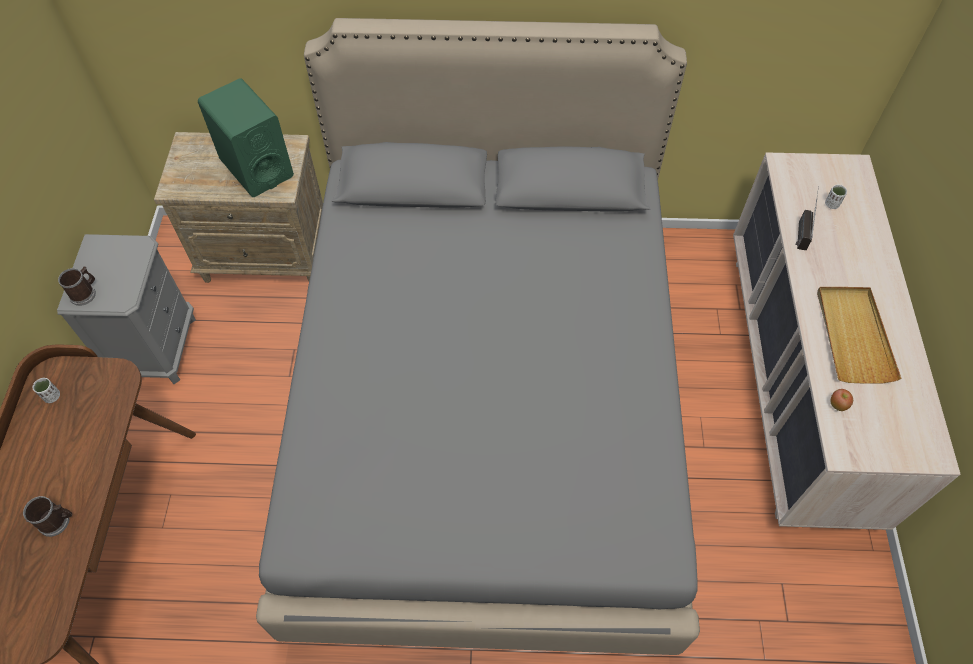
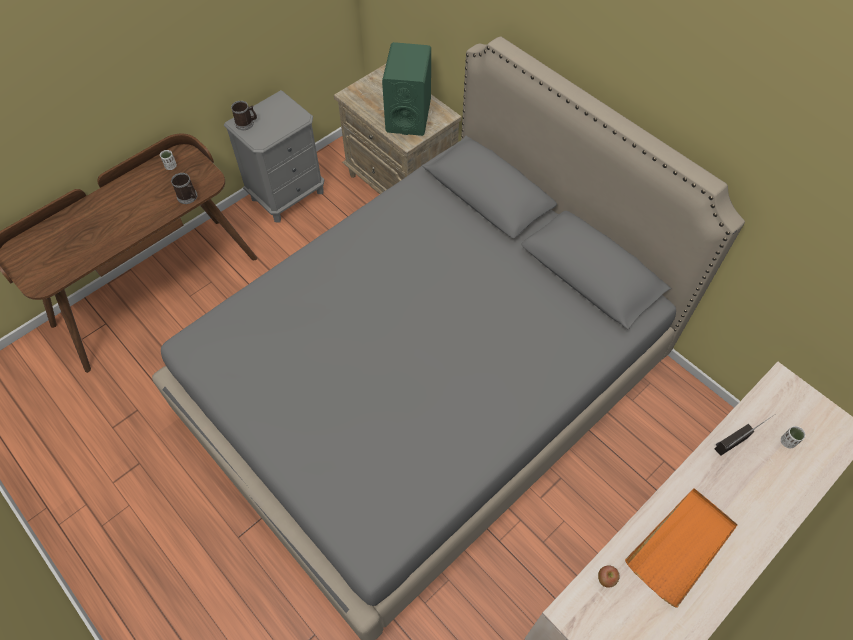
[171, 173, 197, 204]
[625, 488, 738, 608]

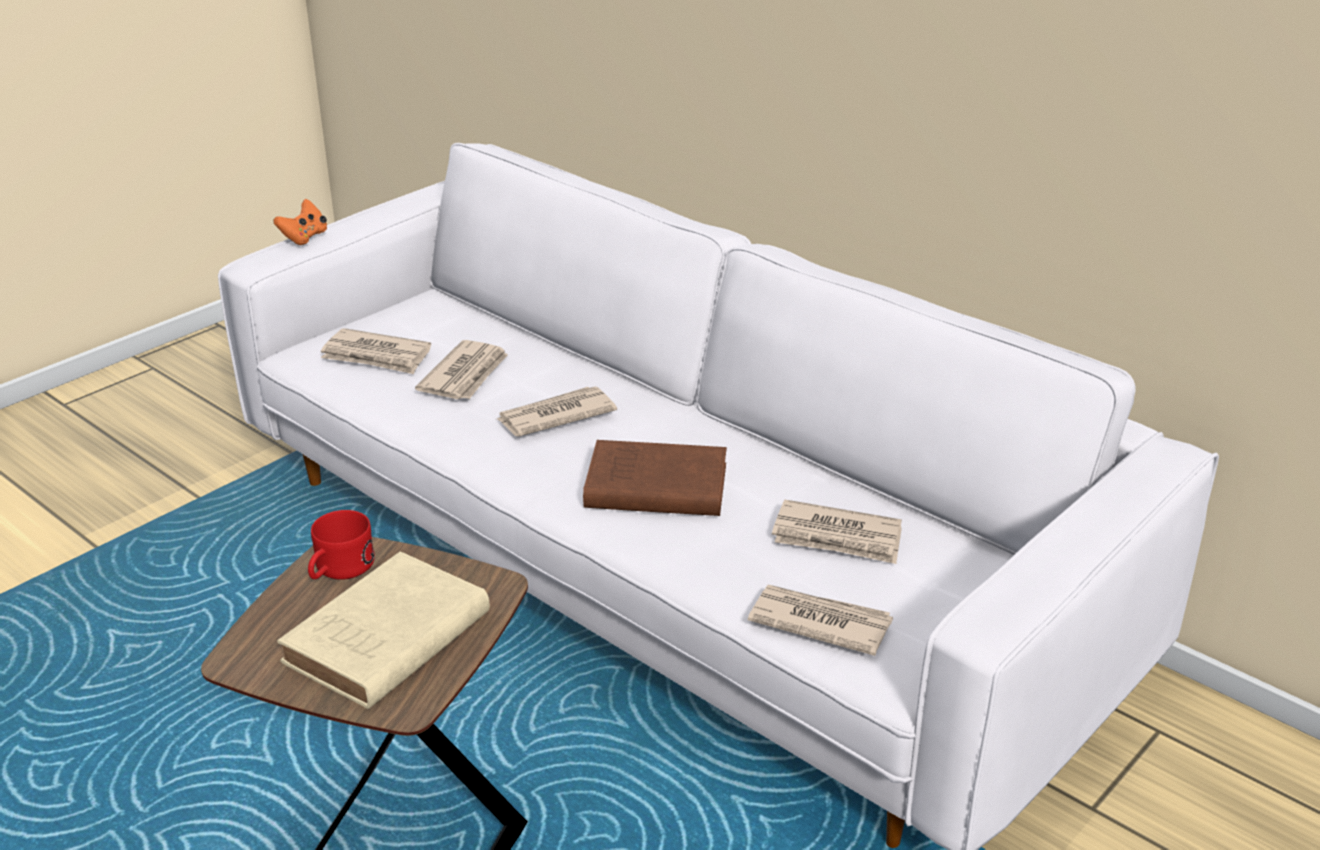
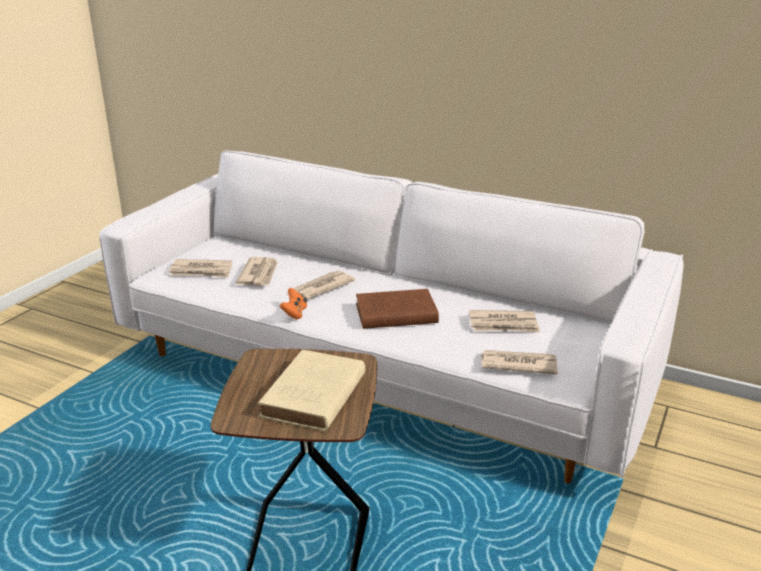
[308, 510, 375, 580] (first image)
[280, 288, 307, 319]

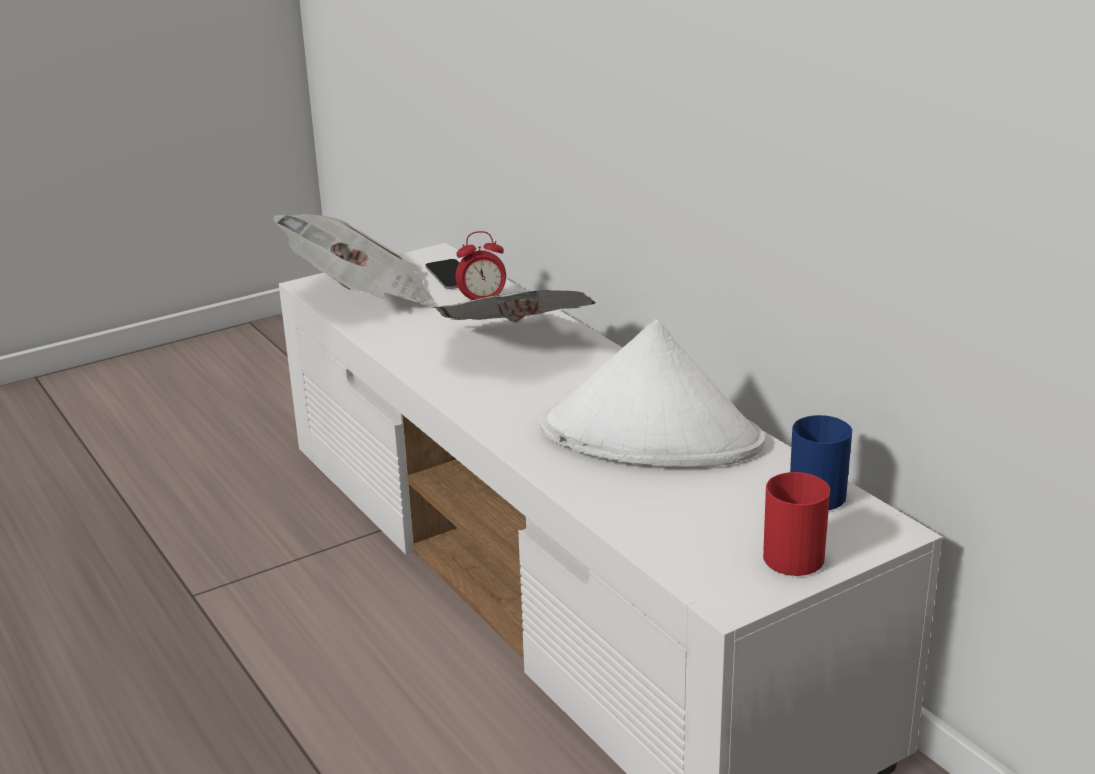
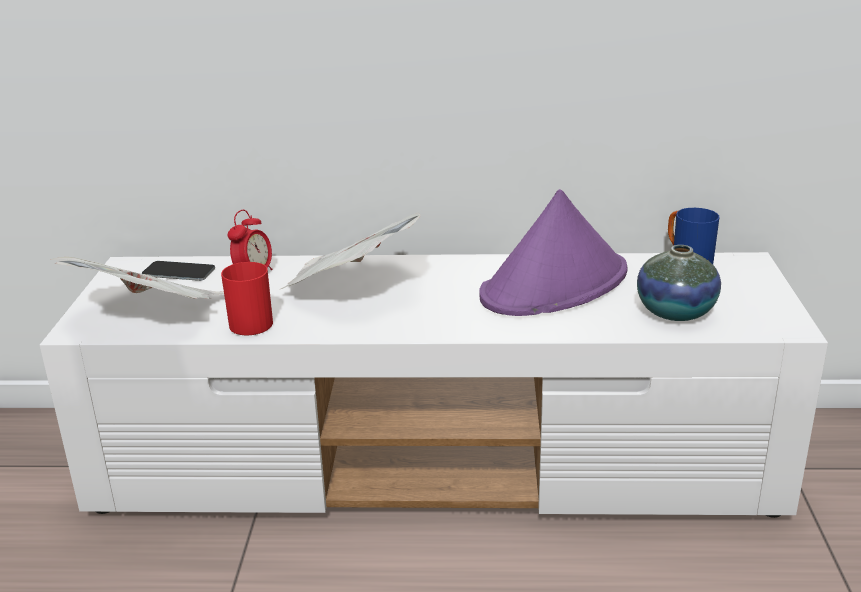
[637, 245, 721, 321]
[221, 262, 273, 336]
[480, 189, 627, 316]

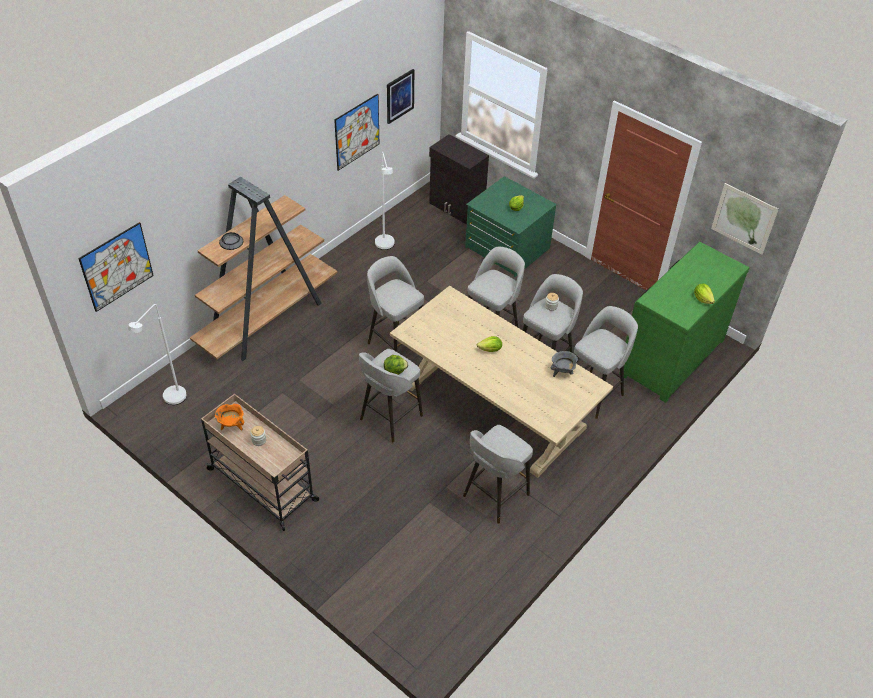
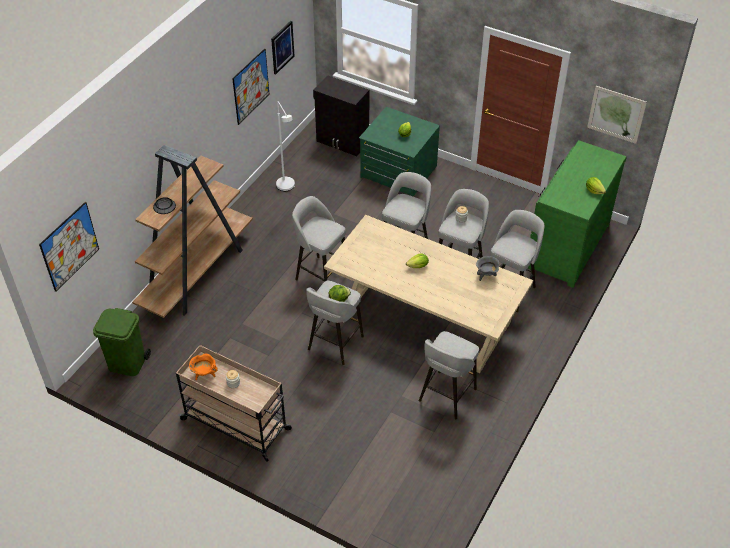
[93, 308, 151, 376]

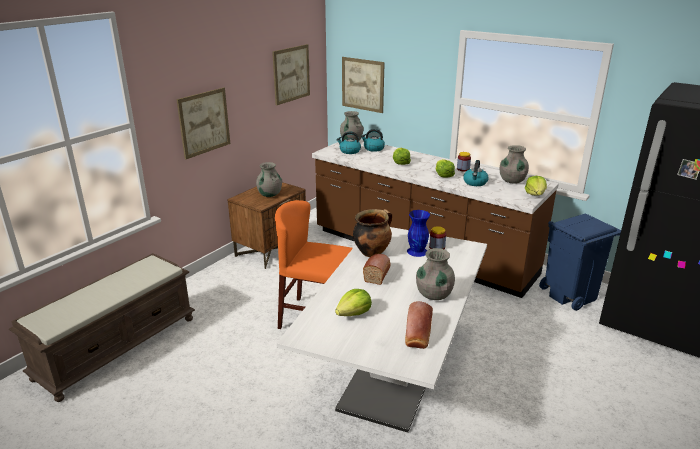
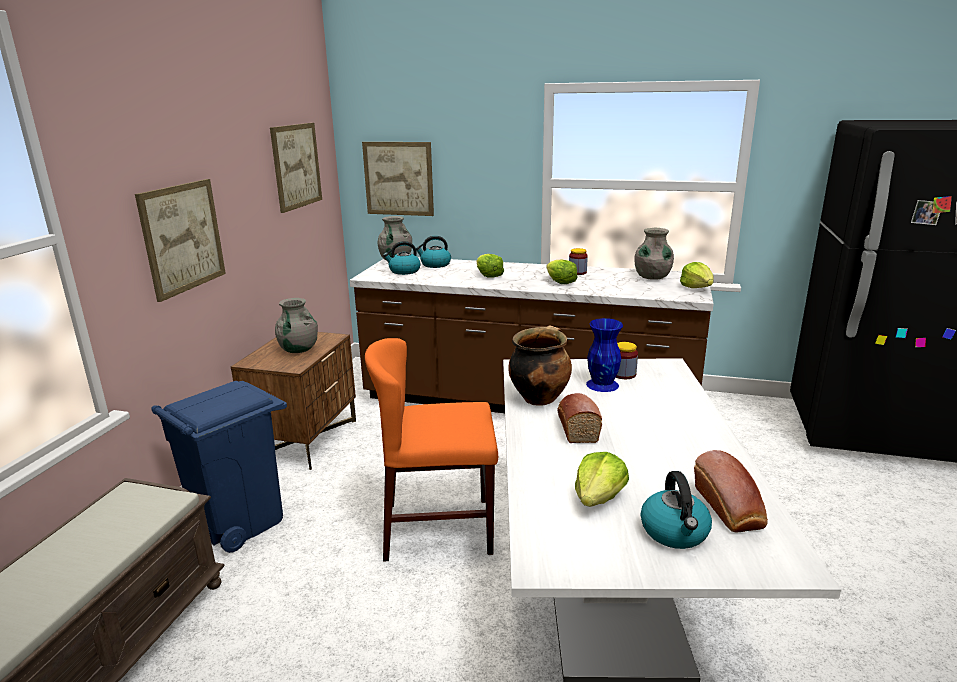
[416, 248, 455, 300] (first image)
[641, 471, 712, 549]
[151, 381, 287, 553]

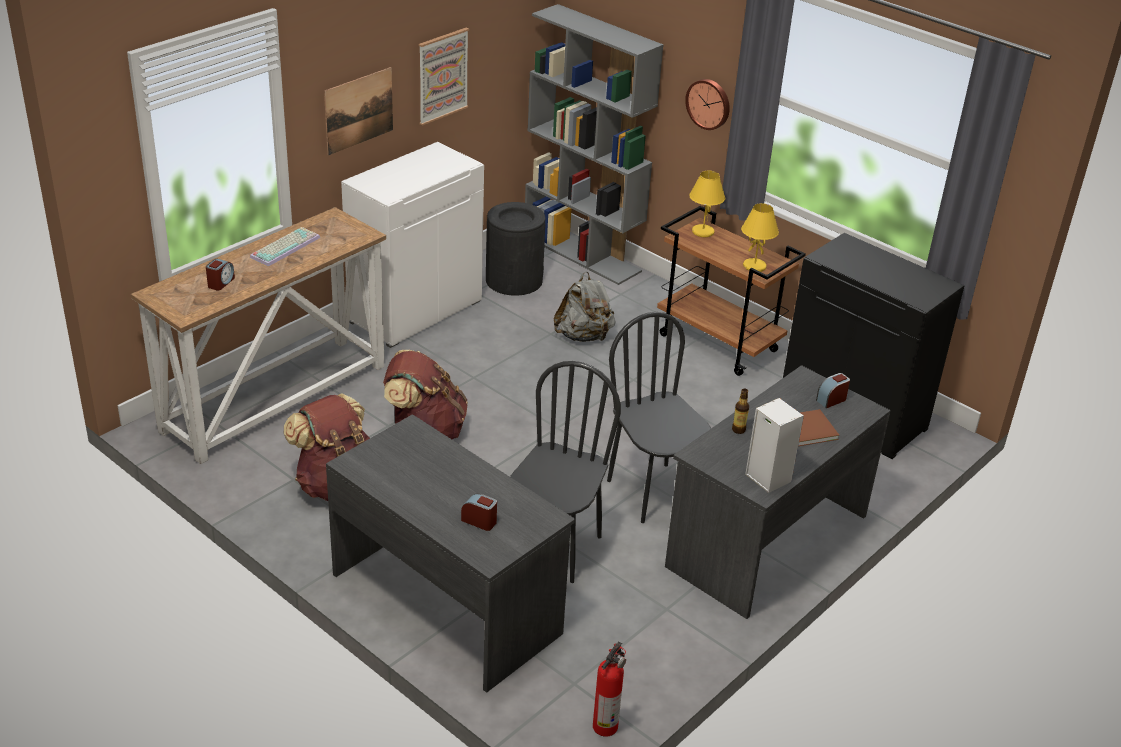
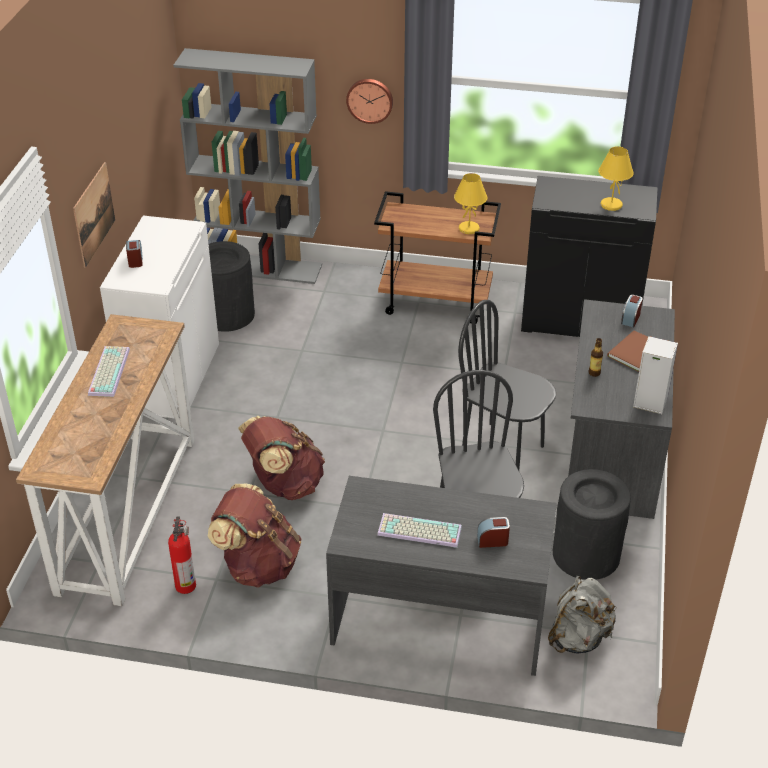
[419, 28, 469, 126] (first image)
[377, 513, 462, 548]
[553, 469, 631, 580]
[126, 240, 143, 268]
[548, 576, 617, 653]
[168, 516, 196, 594]
[598, 146, 634, 211]

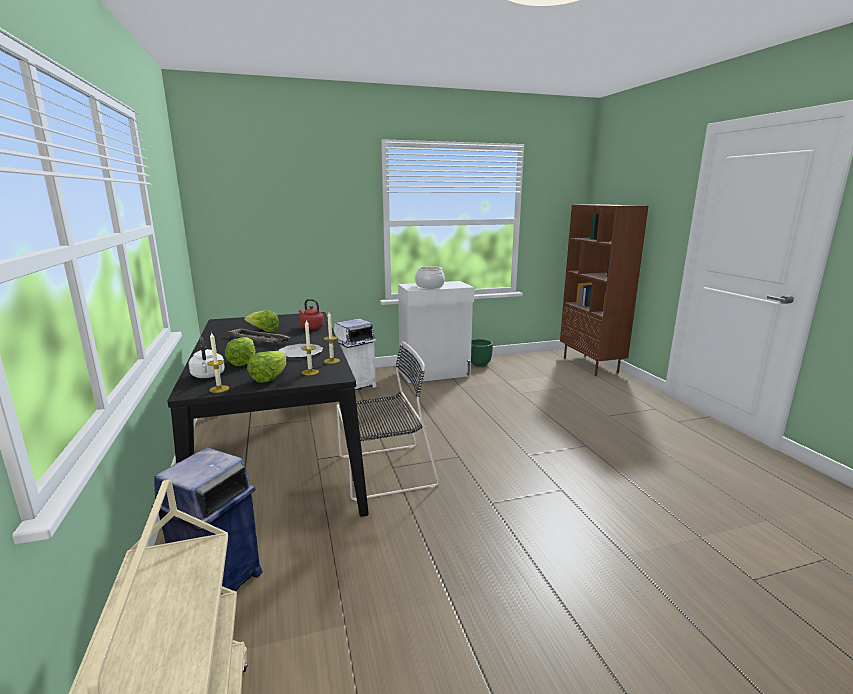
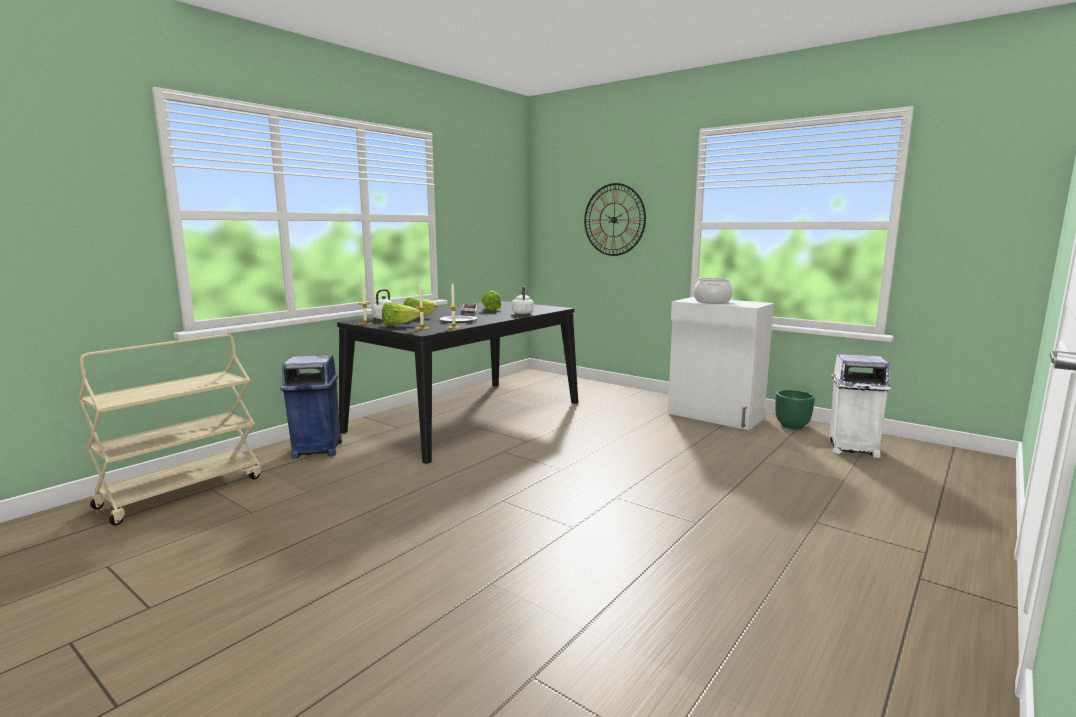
[337, 341, 439, 501] (first image)
[560, 204, 648, 376] (first image)
[584, 183, 646, 256]
[829, 354, 891, 458]
[511, 286, 534, 314]

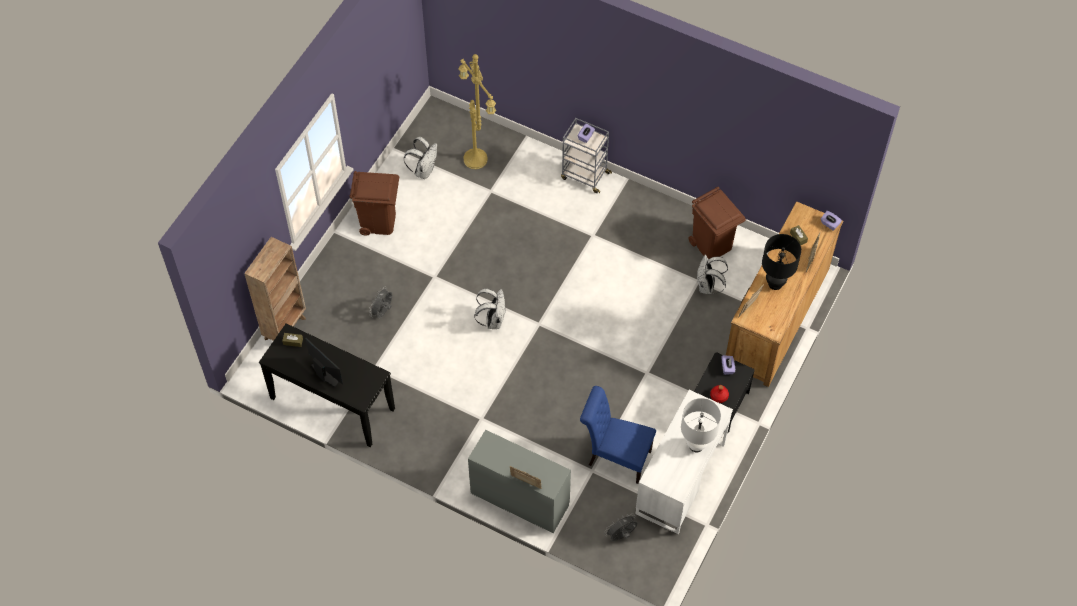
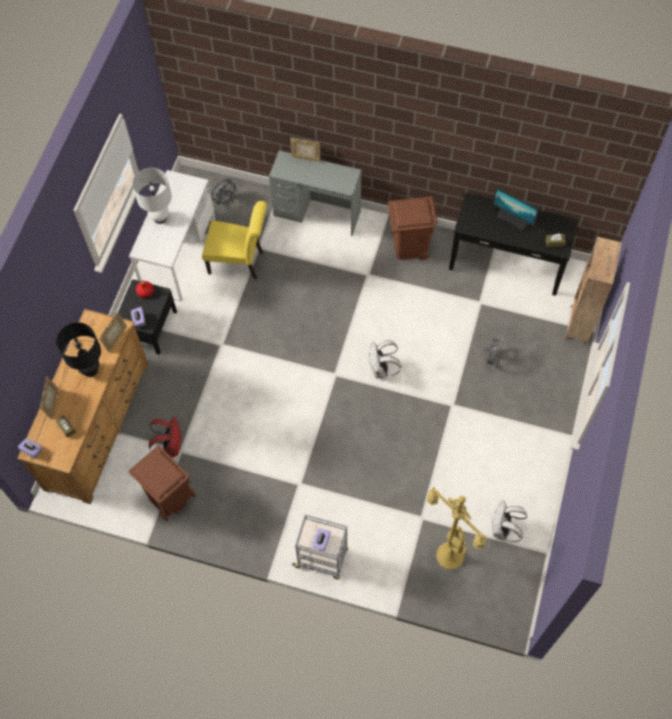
[388, 196, 438, 260]
[202, 201, 267, 279]
[148, 417, 181, 457]

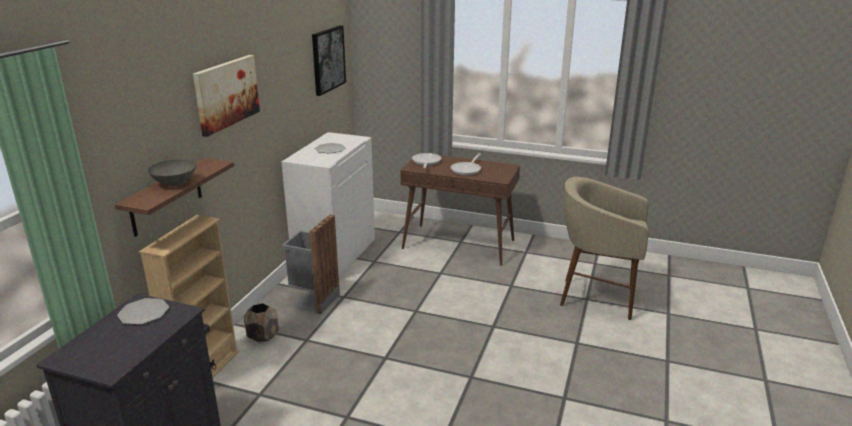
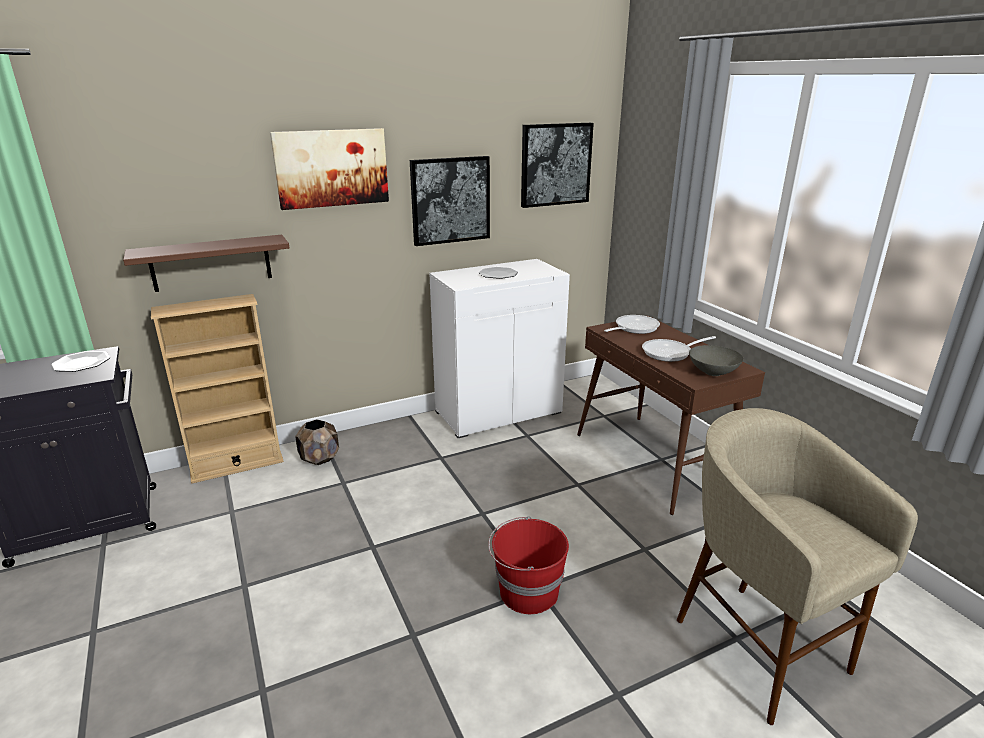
[282, 215, 340, 314] (first image)
[410, 156, 490, 246]
[489, 516, 569, 614]
[689, 345, 743, 376]

